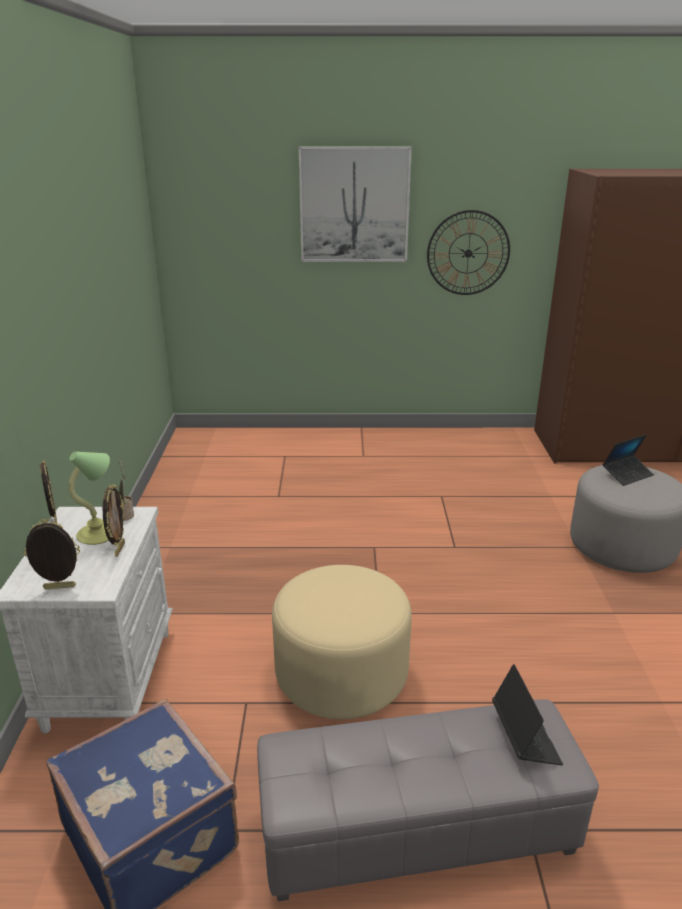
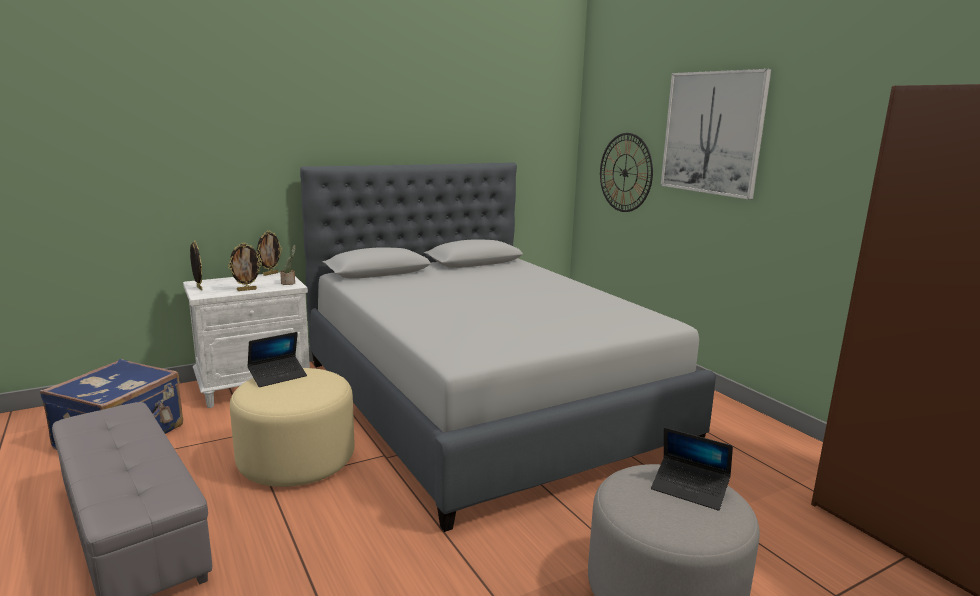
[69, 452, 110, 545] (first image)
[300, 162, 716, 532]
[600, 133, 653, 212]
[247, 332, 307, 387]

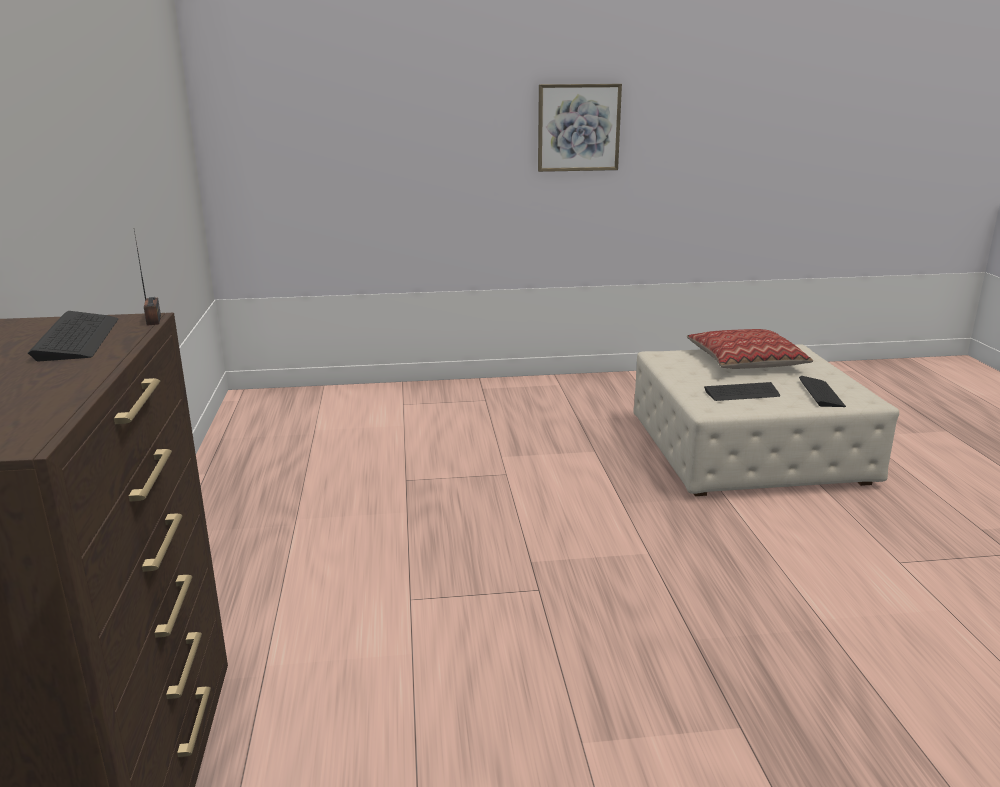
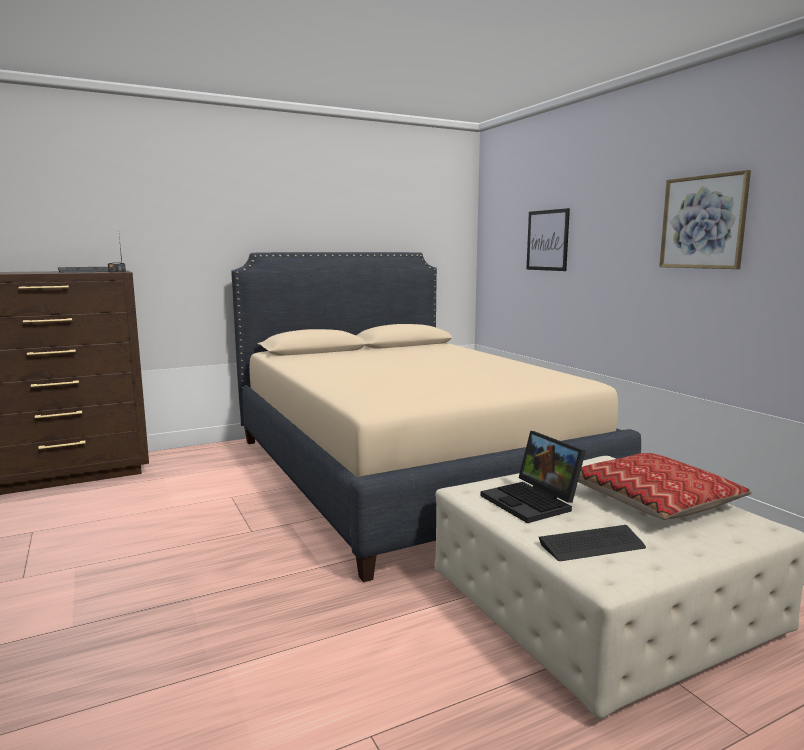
[231, 252, 641, 582]
[526, 208, 570, 271]
[481, 431, 586, 523]

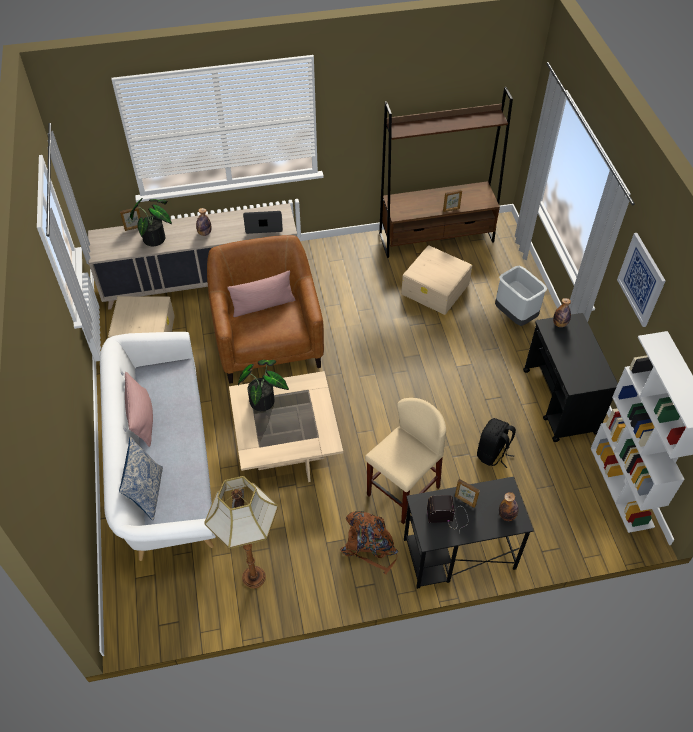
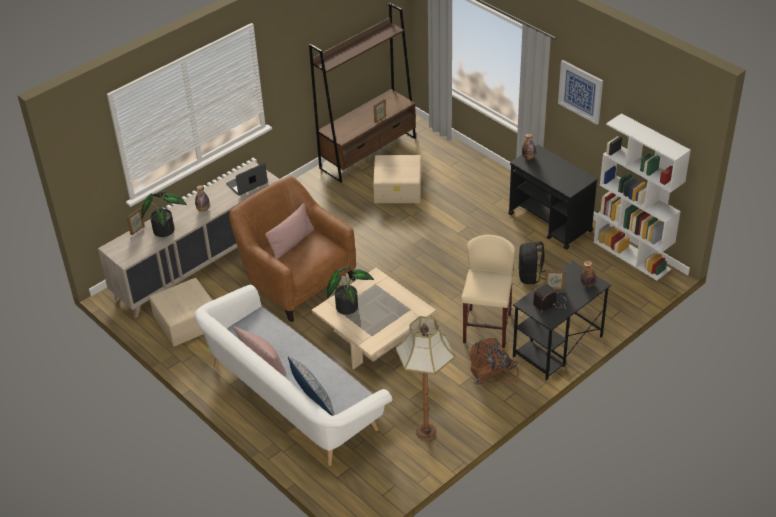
[495, 266, 547, 326] (first image)

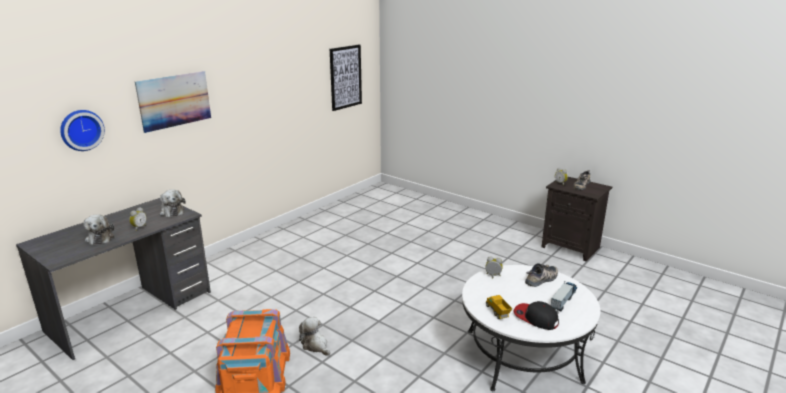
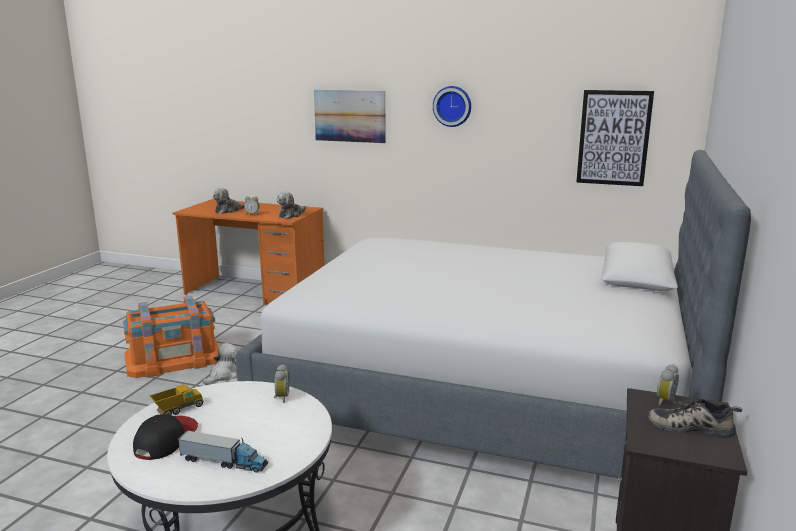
[525, 263, 558, 287] (first image)
[236, 150, 751, 479]
[433, 86, 471, 127]
[172, 199, 325, 305]

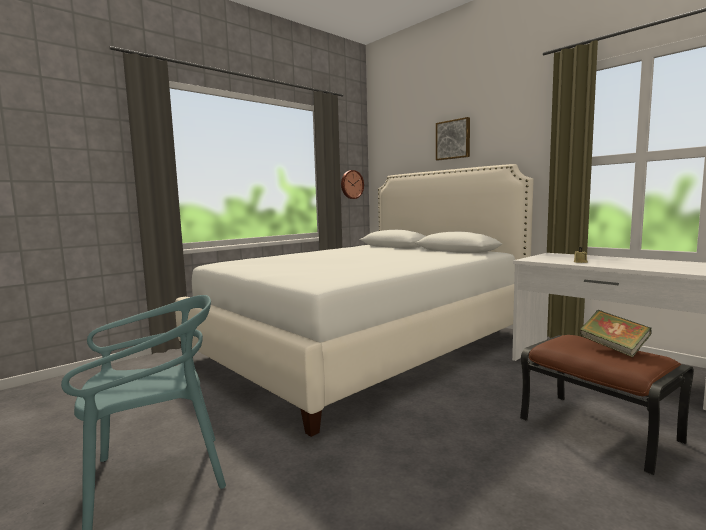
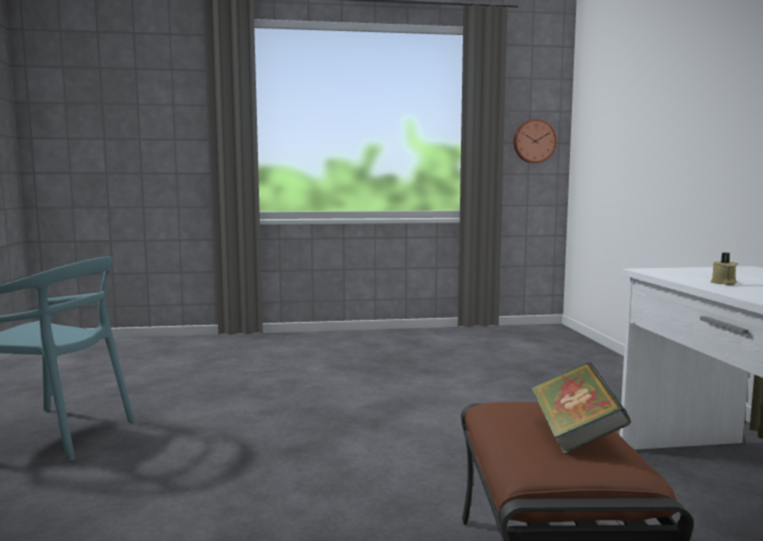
[175, 164, 534, 437] (first image)
[436, 117, 470, 160] (first image)

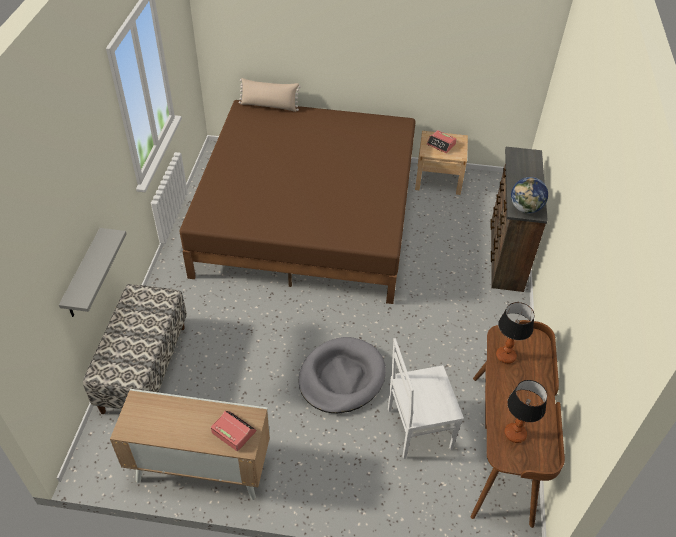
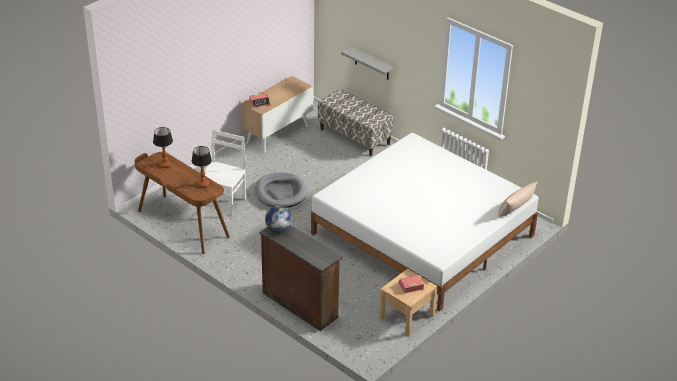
[311, 133, 539, 311]

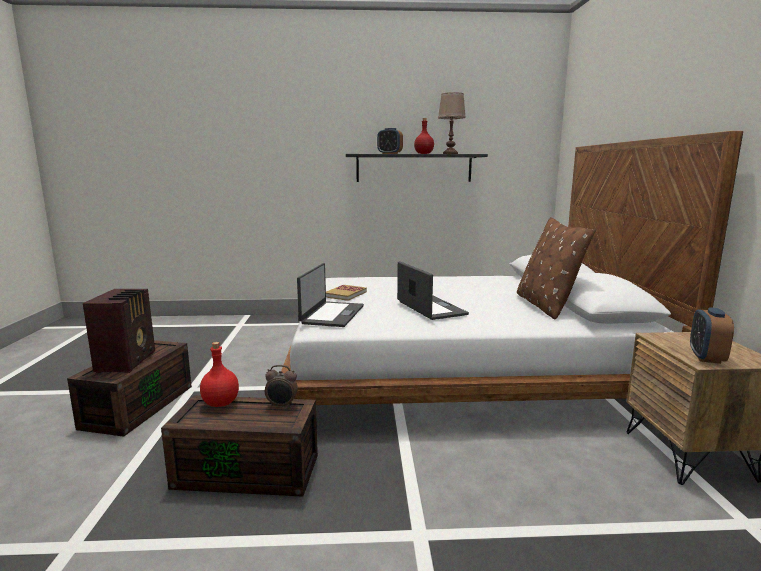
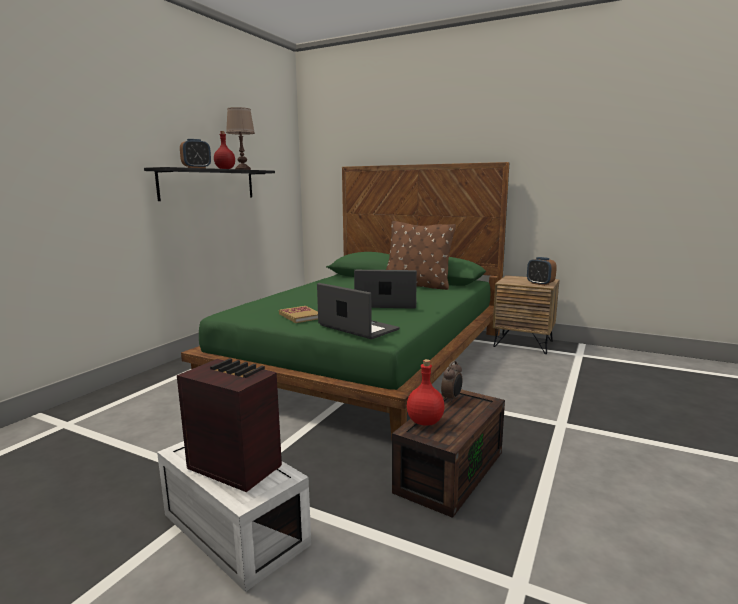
[157, 441, 311, 592]
[181, 162, 509, 439]

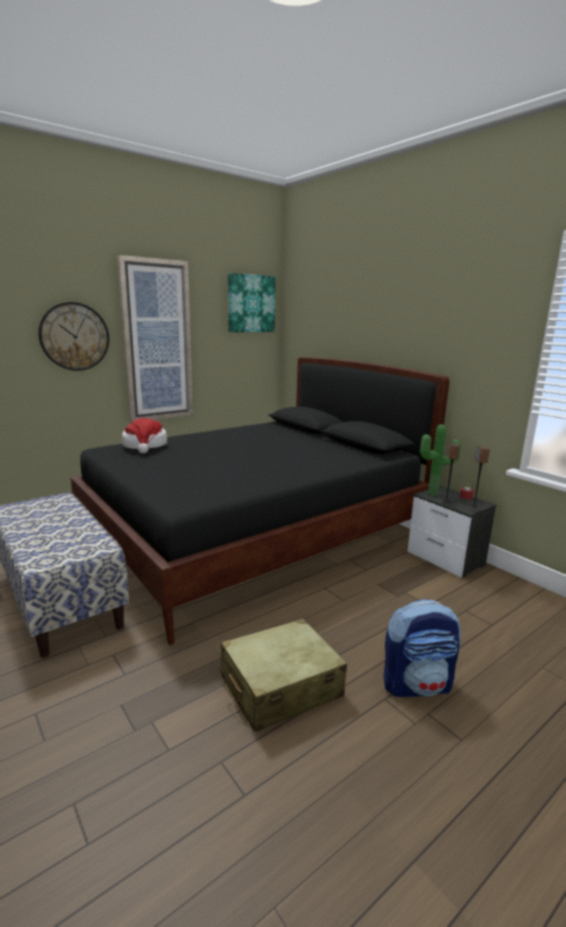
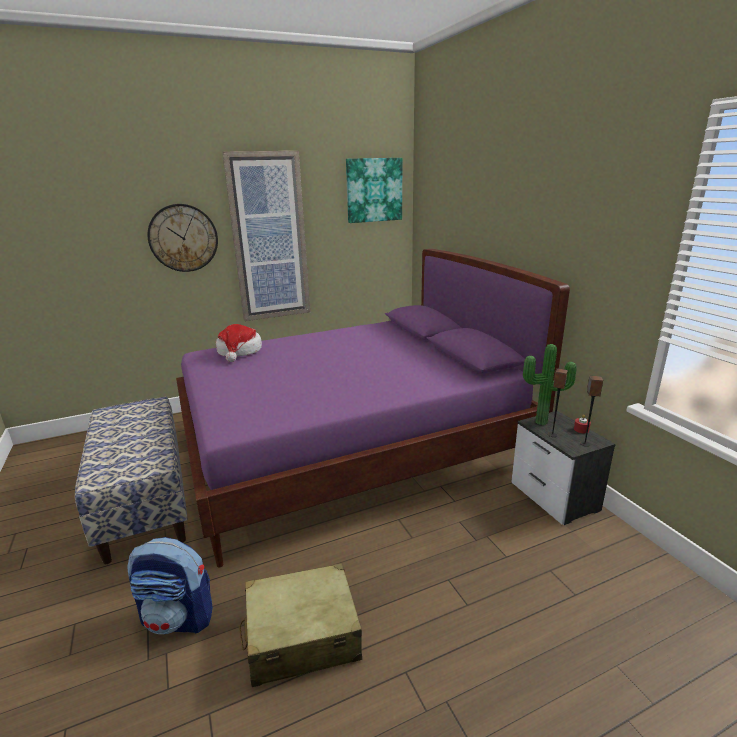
[127, 537, 213, 634]
[176, 249, 570, 568]

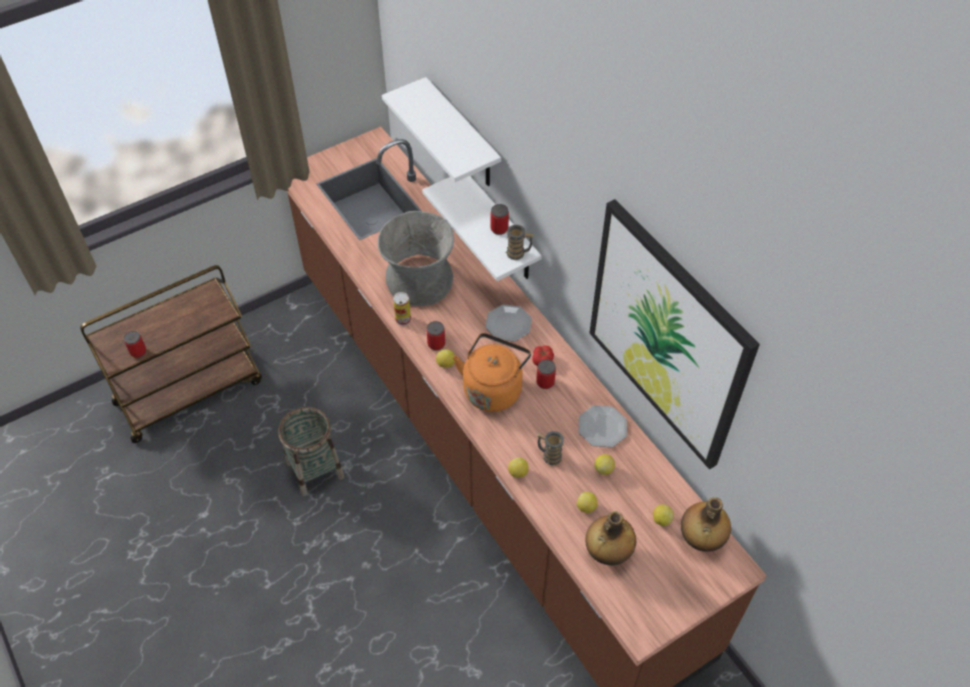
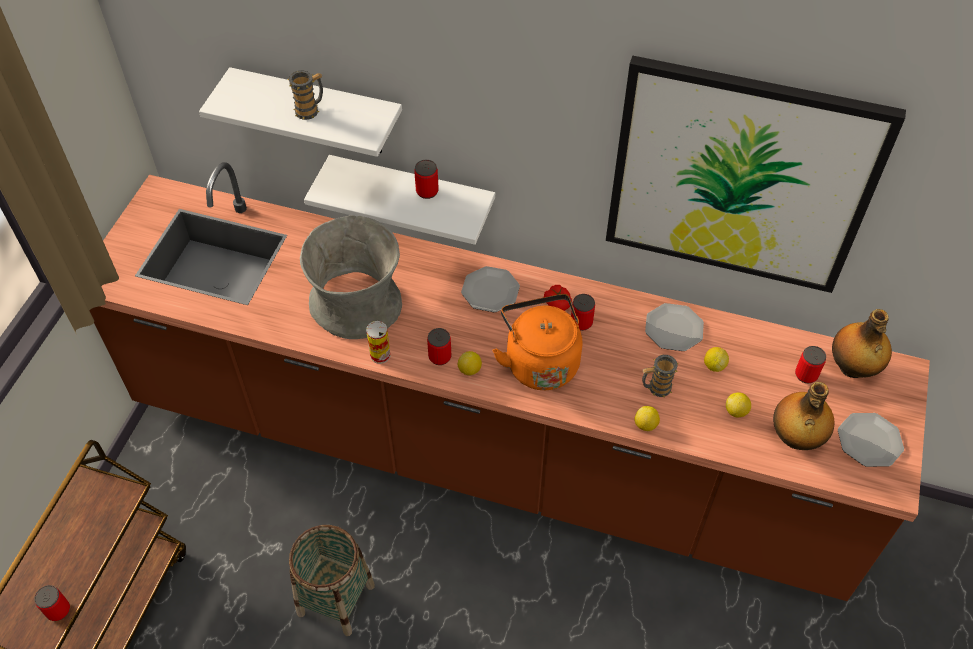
[838, 413, 904, 467]
[288, 70, 323, 120]
[795, 346, 826, 383]

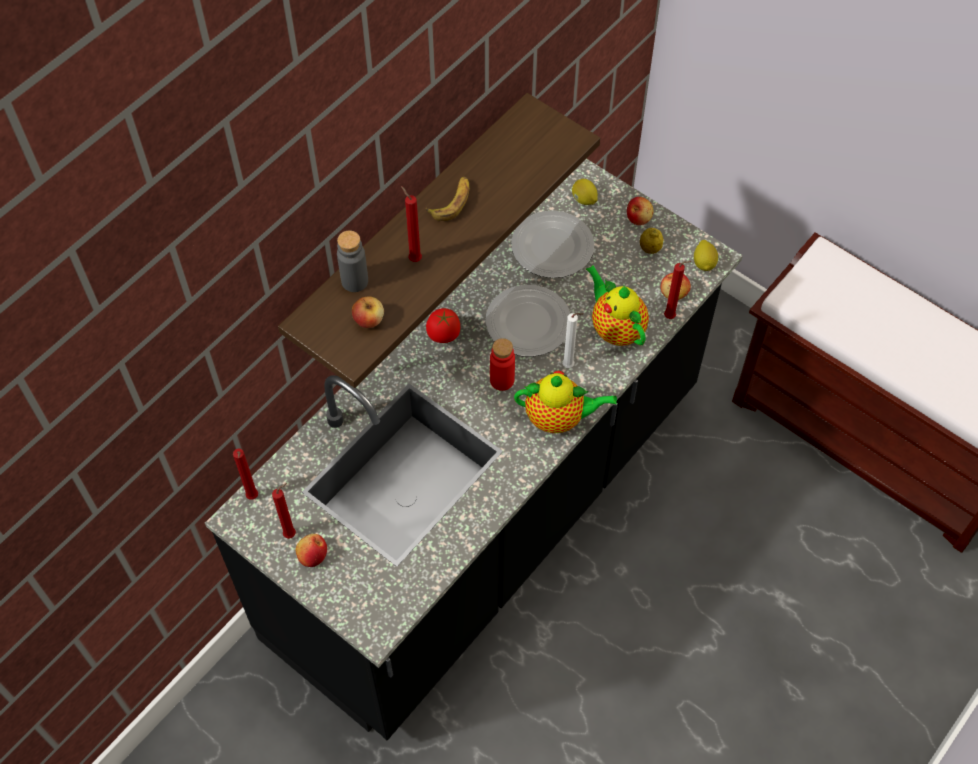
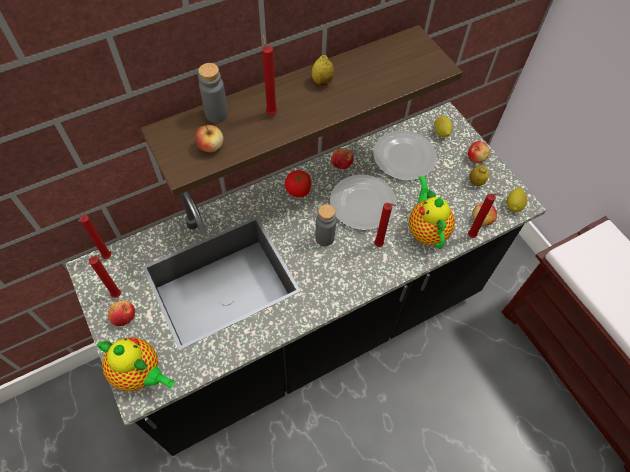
[331, 148, 354, 169]
[97, 337, 175, 391]
[312, 55, 334, 86]
[315, 204, 336, 246]
[374, 203, 397, 247]

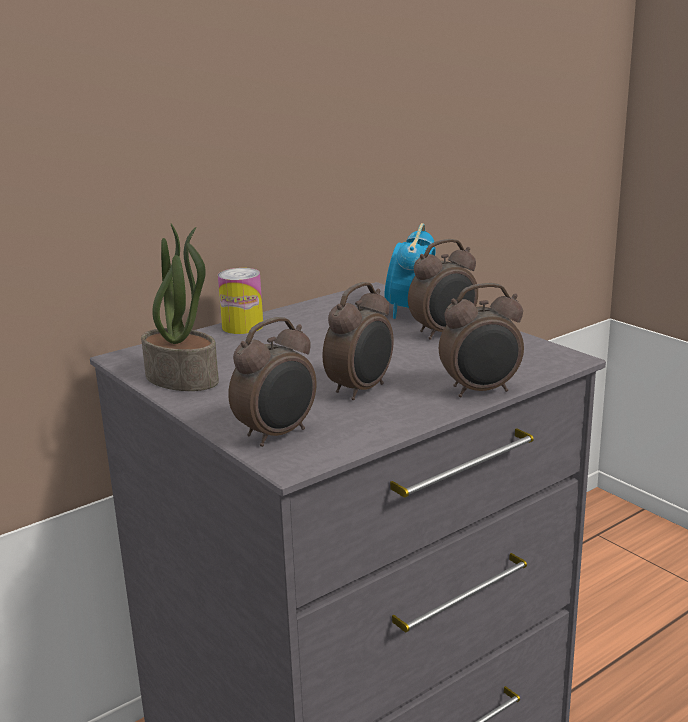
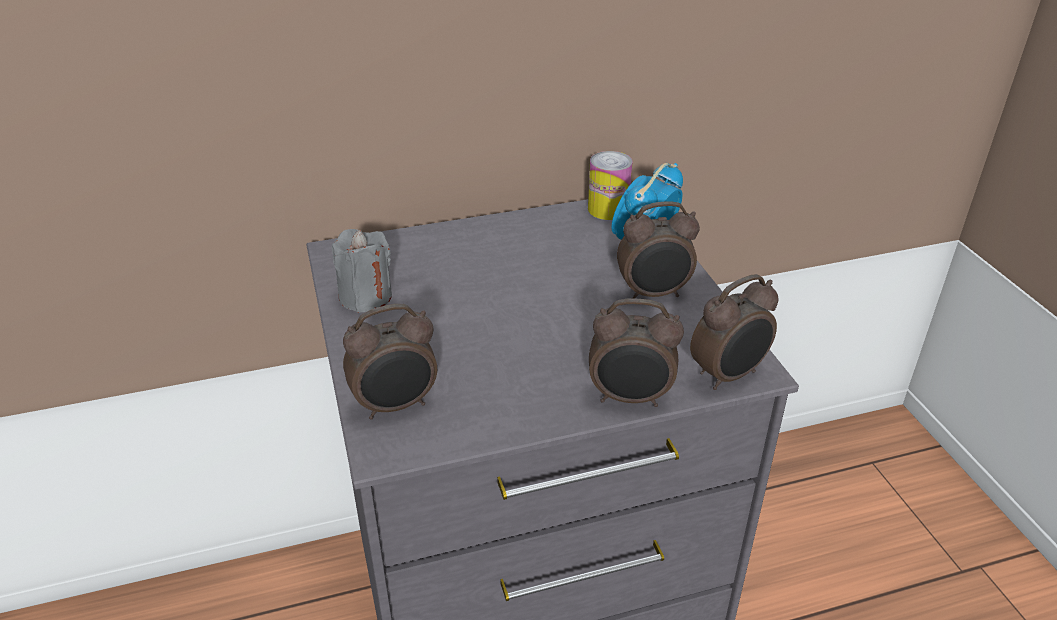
[588, 151, 633, 220]
[690, 274, 779, 390]
[332, 229, 392, 313]

